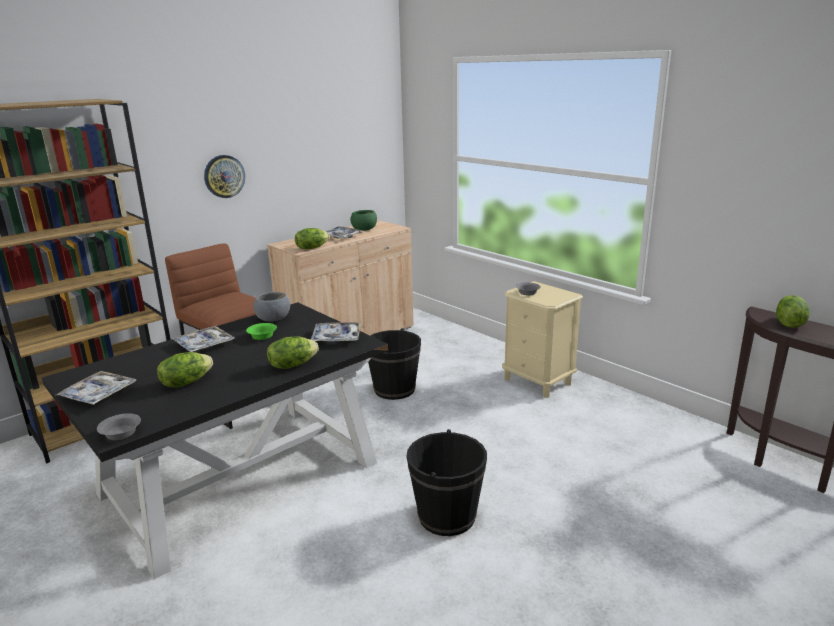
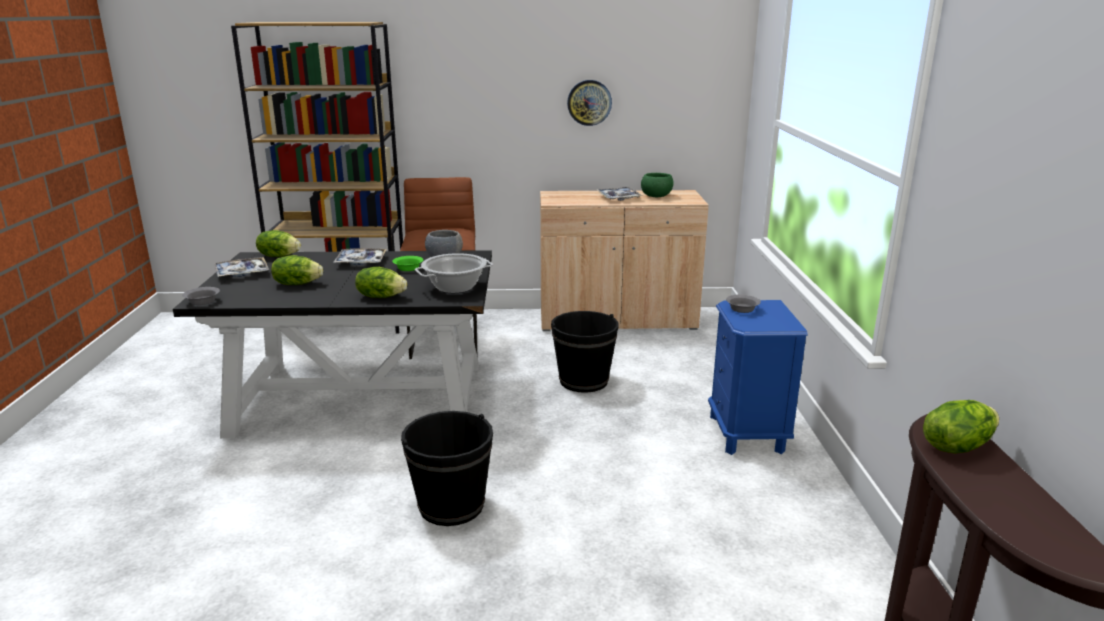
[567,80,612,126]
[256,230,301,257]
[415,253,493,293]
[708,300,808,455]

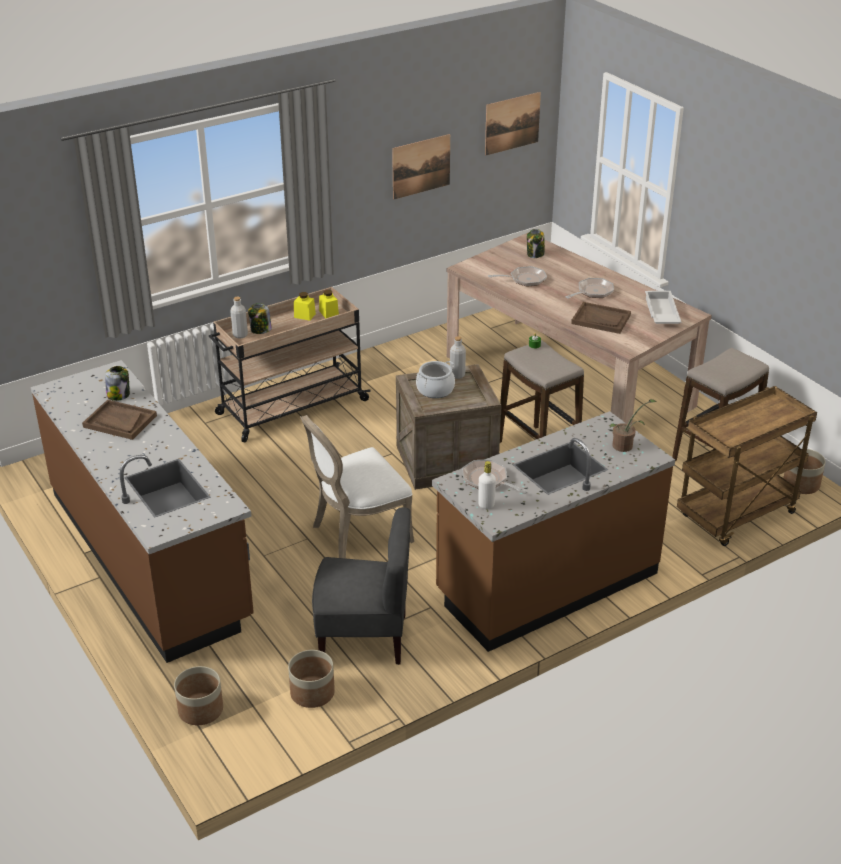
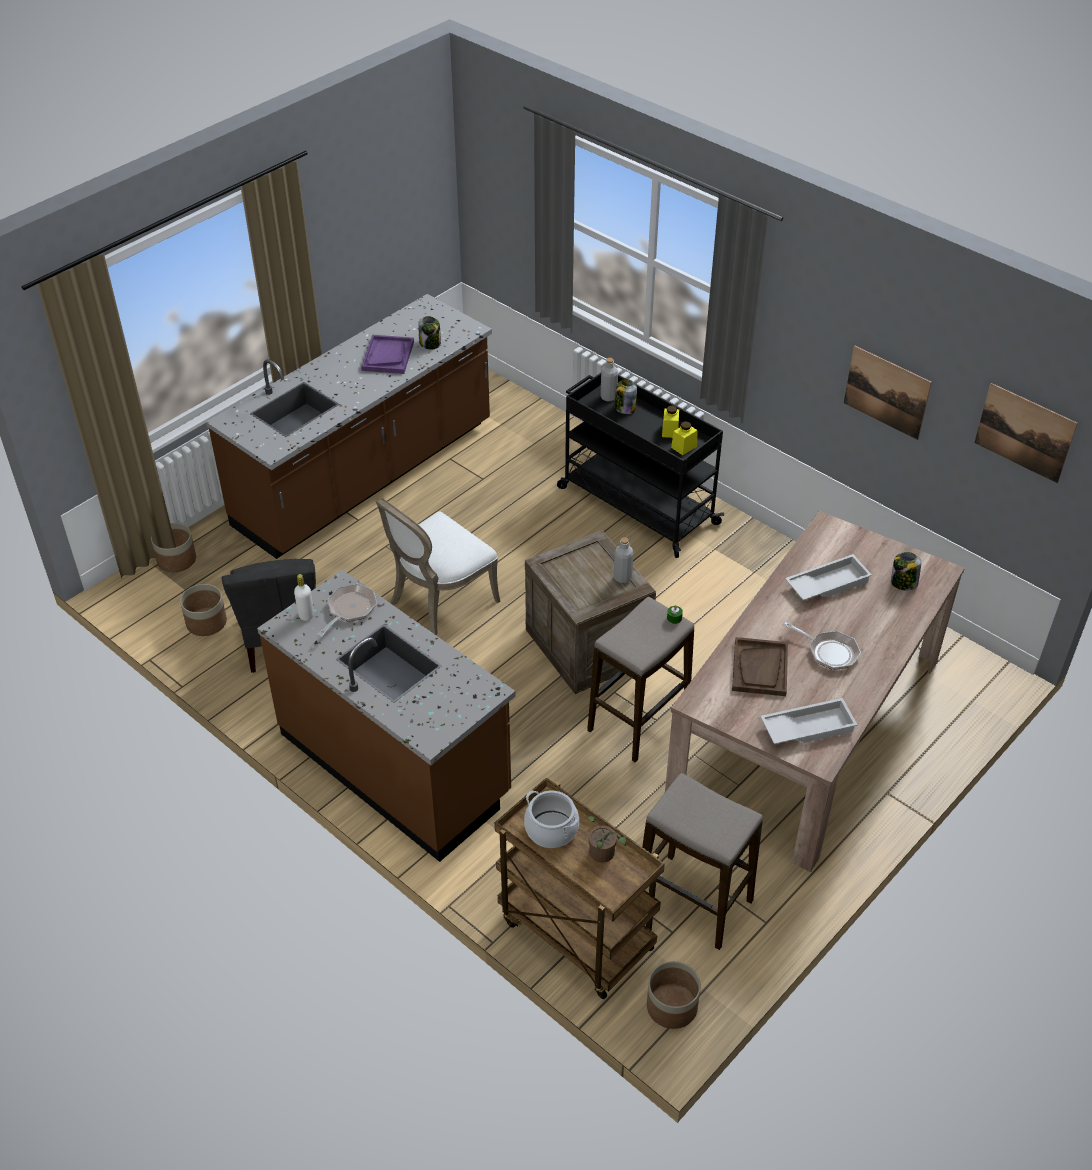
[361,335,414,374]
[557,373,724,558]
[376,498,500,635]
[524,790,579,848]
[785,554,872,601]
[587,816,626,863]

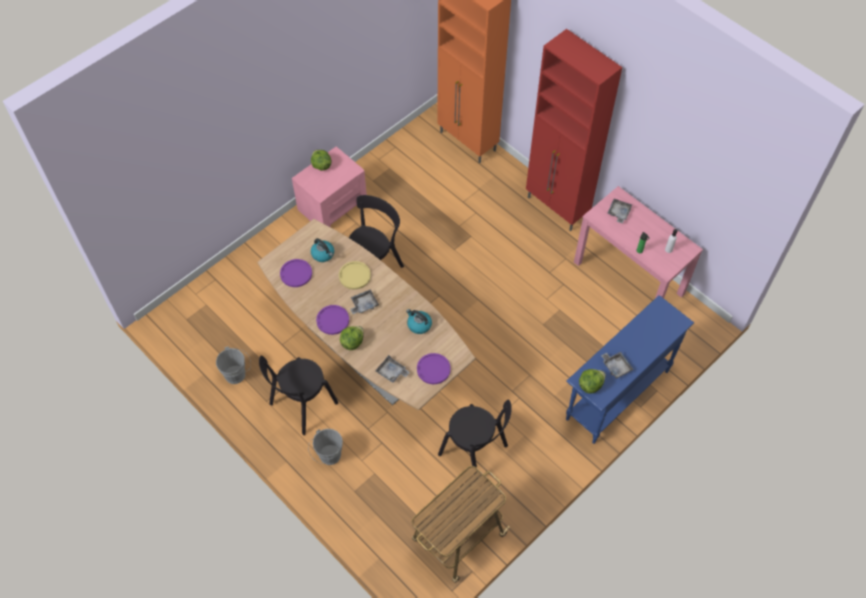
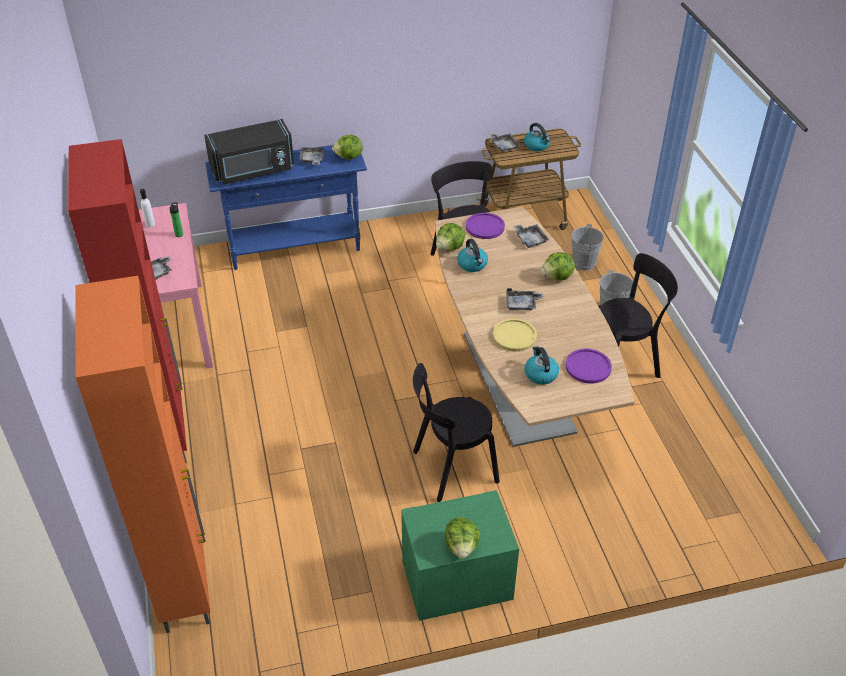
[565,224,604,271]
[401,490,519,621]
[316,305,349,335] (first image)
[204,119,294,184]
[436,223,465,251]
[490,133,521,153]
[524,123,550,151]

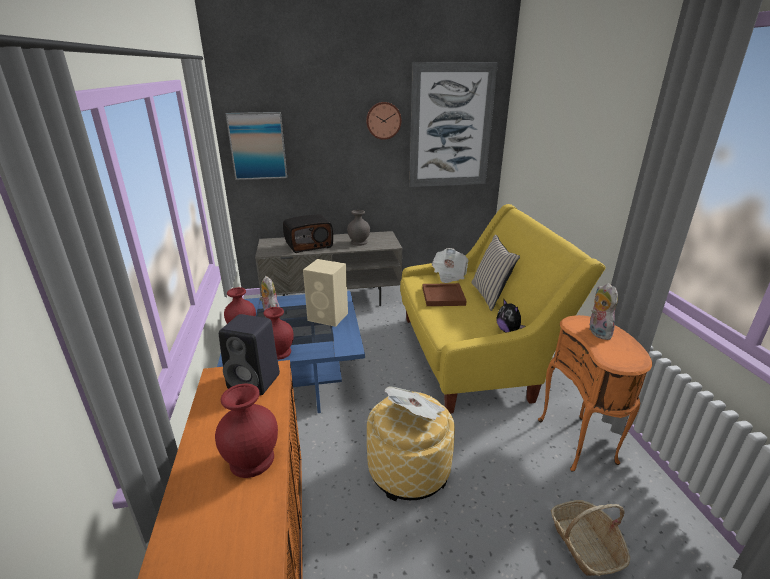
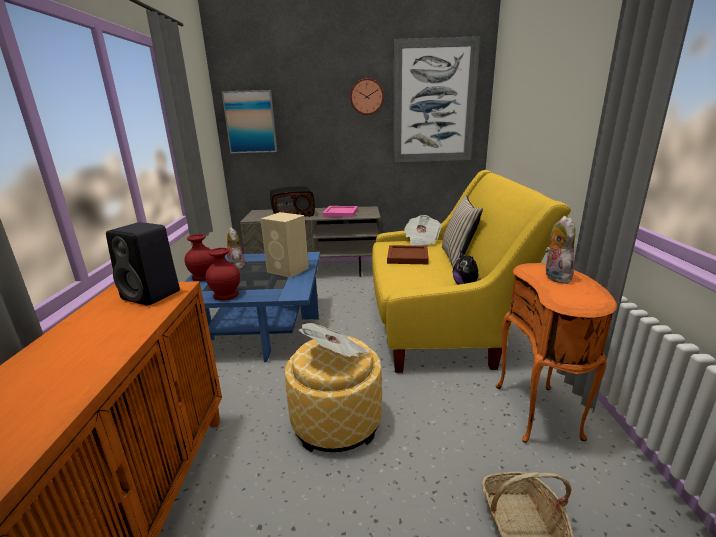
[215,383,278,478] (first image)
[322,206,358,218]

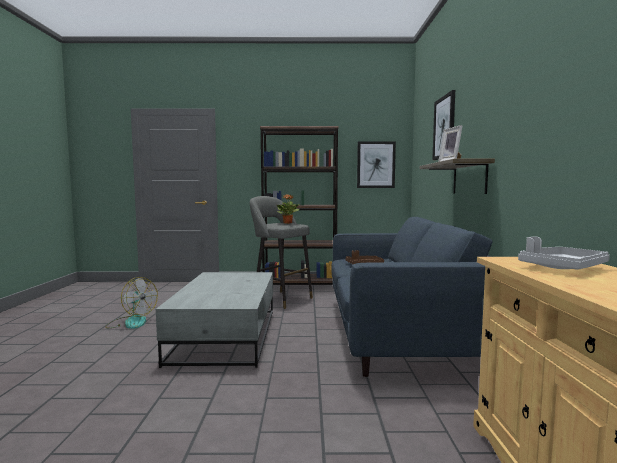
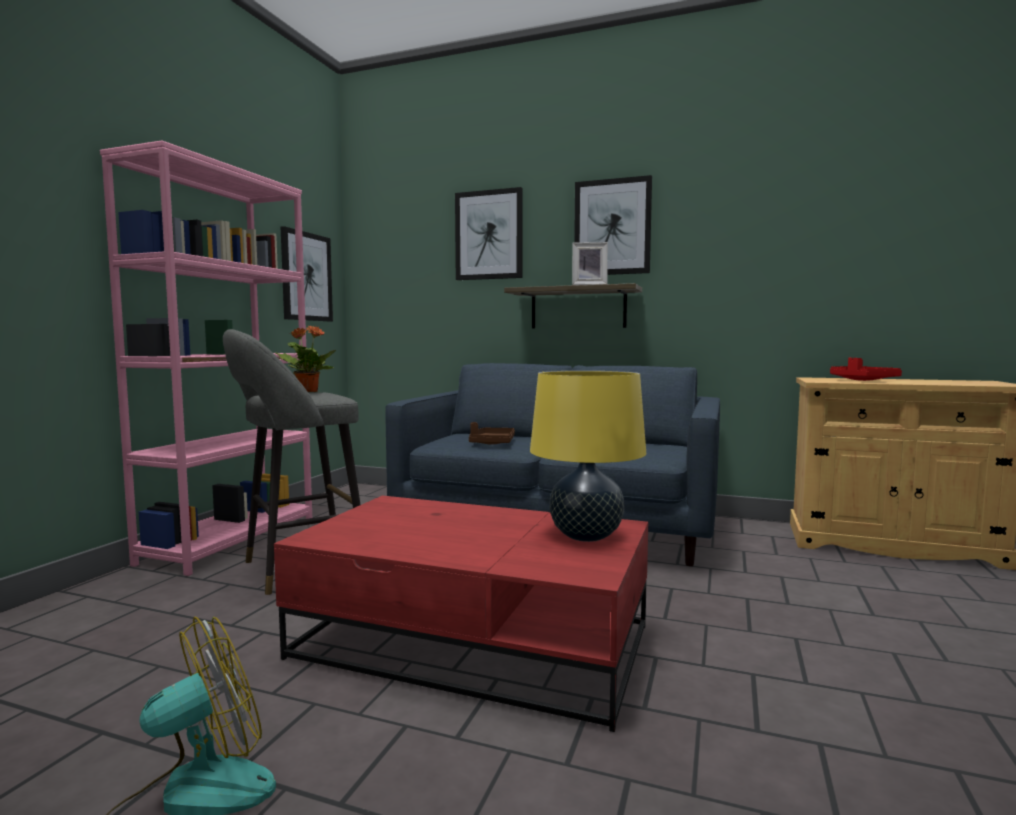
[274,496,648,732]
[100,140,312,576]
[830,358,902,381]
[530,371,646,542]
[574,175,652,275]

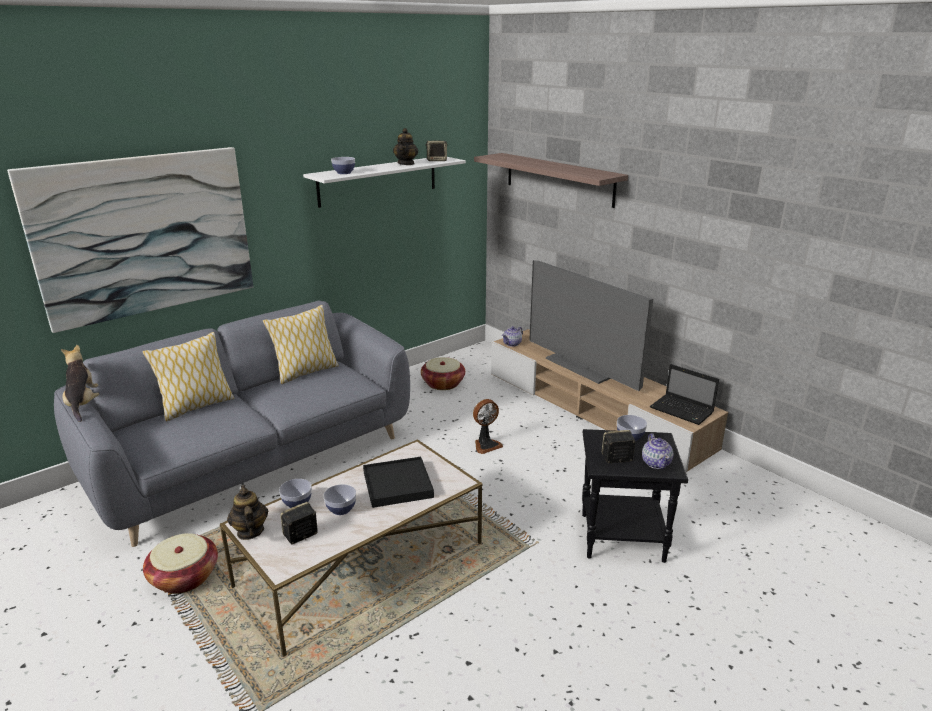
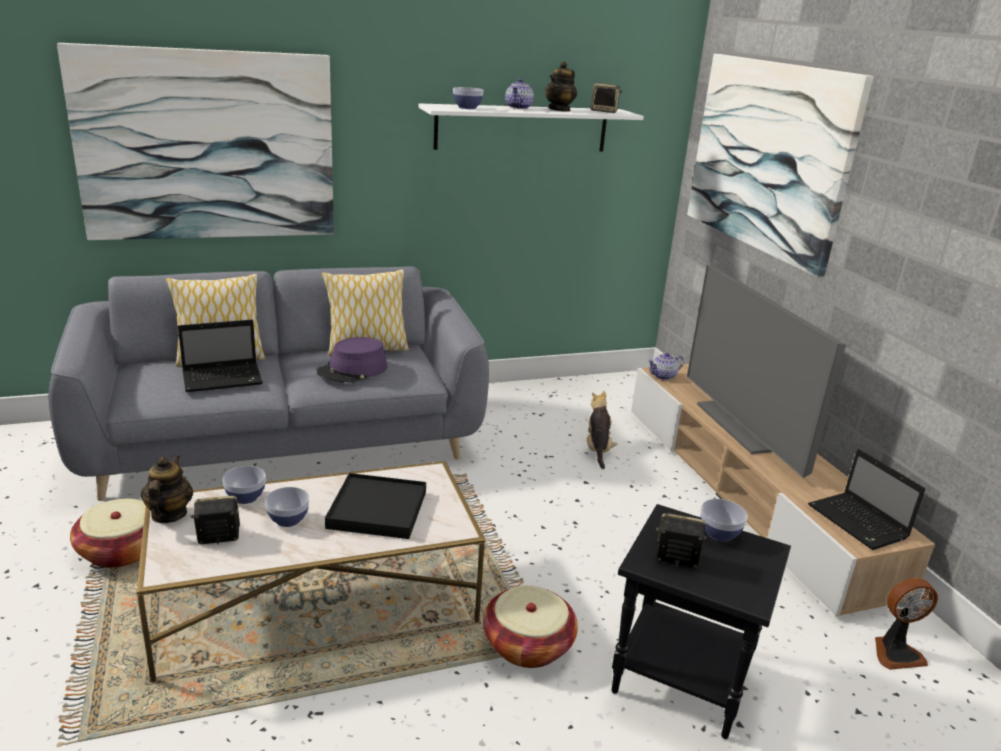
[587,391,617,469]
[483,585,578,668]
[875,578,938,670]
[687,54,873,278]
[505,79,534,109]
[178,320,263,392]
[316,337,388,383]

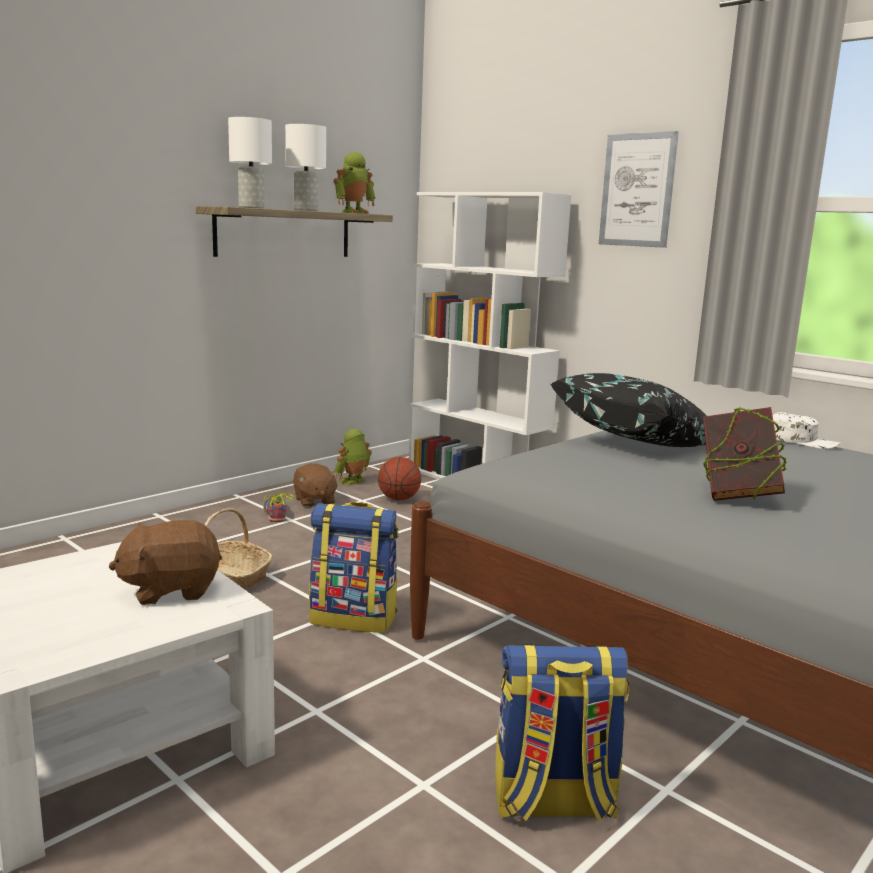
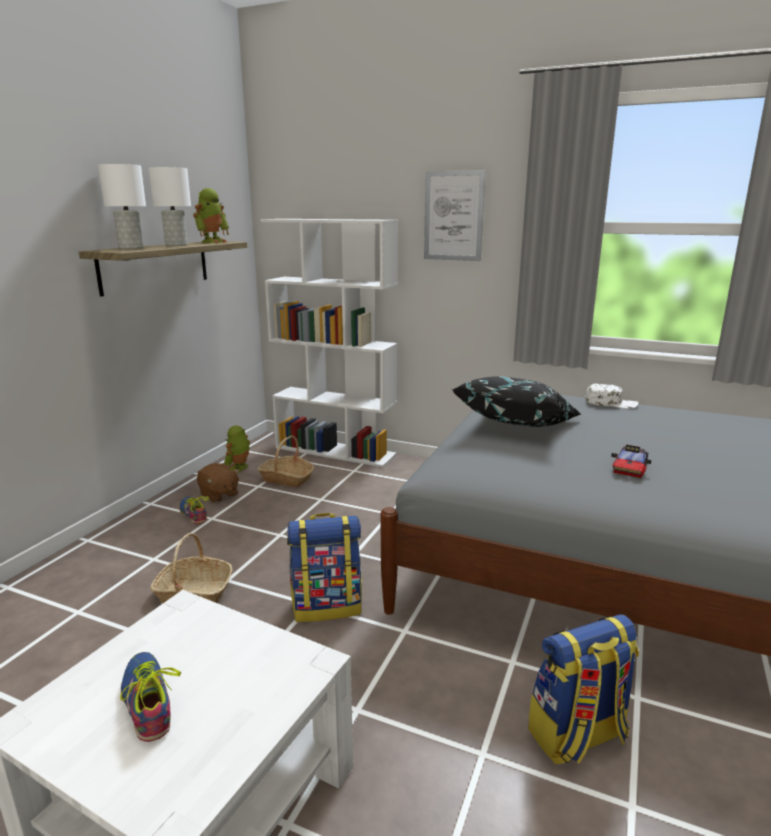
[108,520,222,605] (first image)
[257,436,314,487]
[611,445,651,478]
[120,652,181,742]

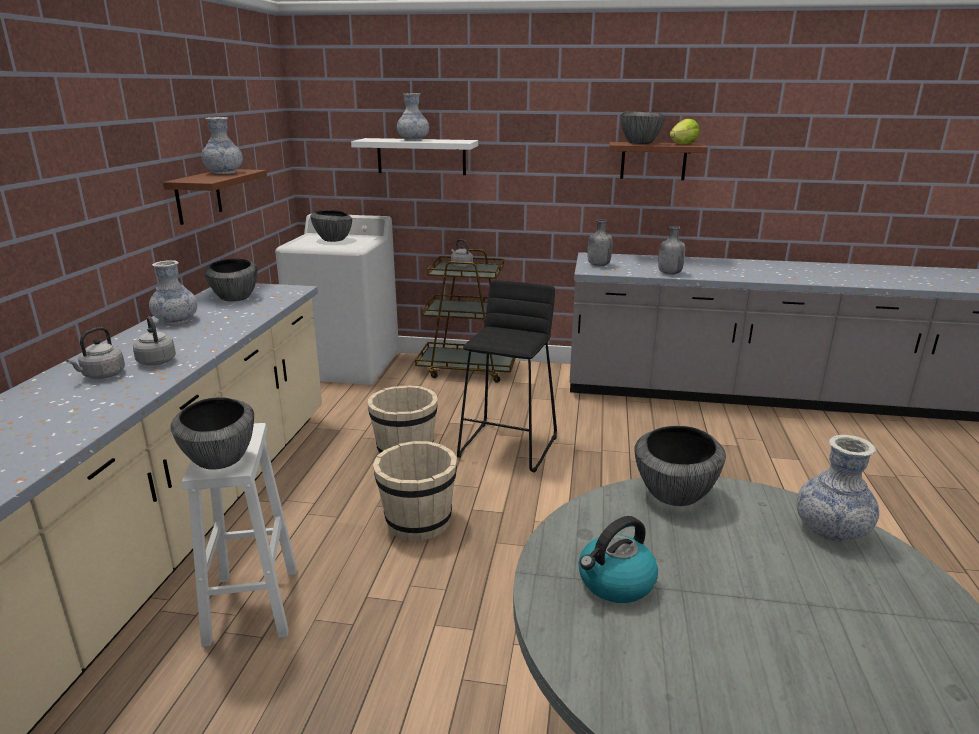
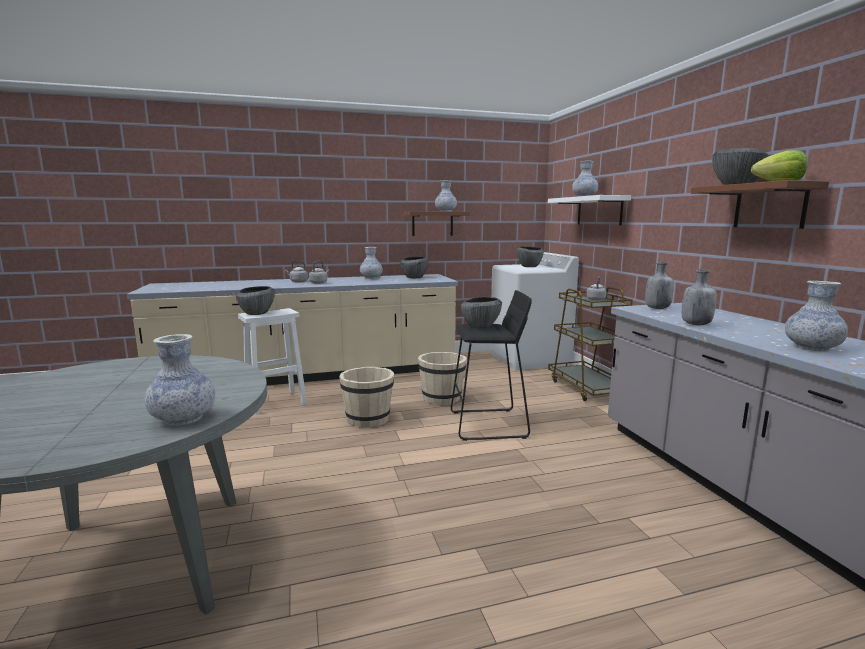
[578,516,658,603] (first image)
[461,297,502,328]
[785,281,848,351]

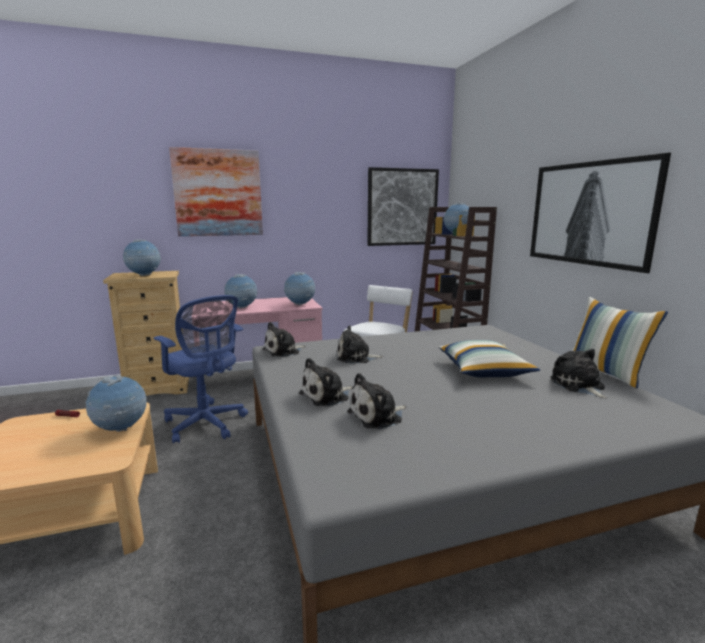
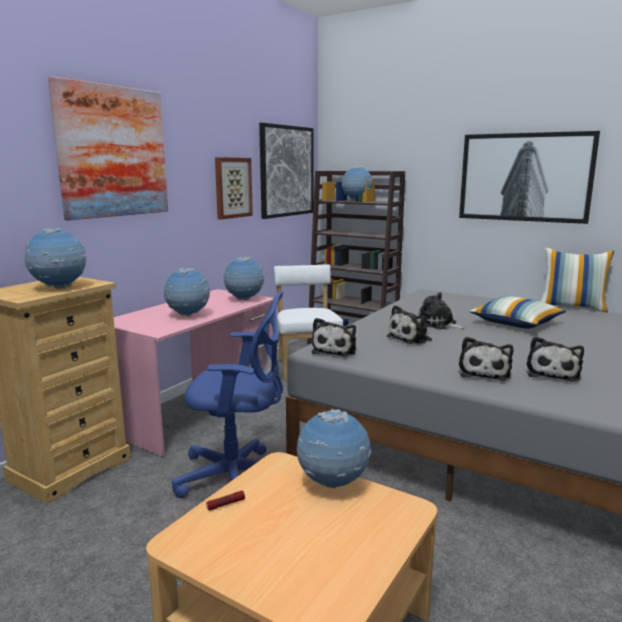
[418,292,466,329]
[215,157,253,219]

